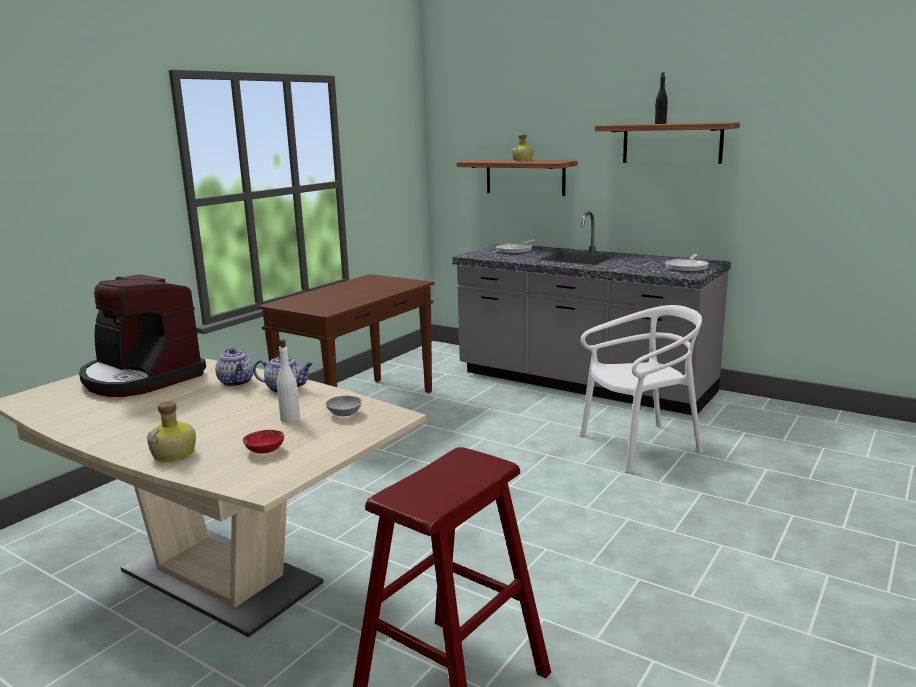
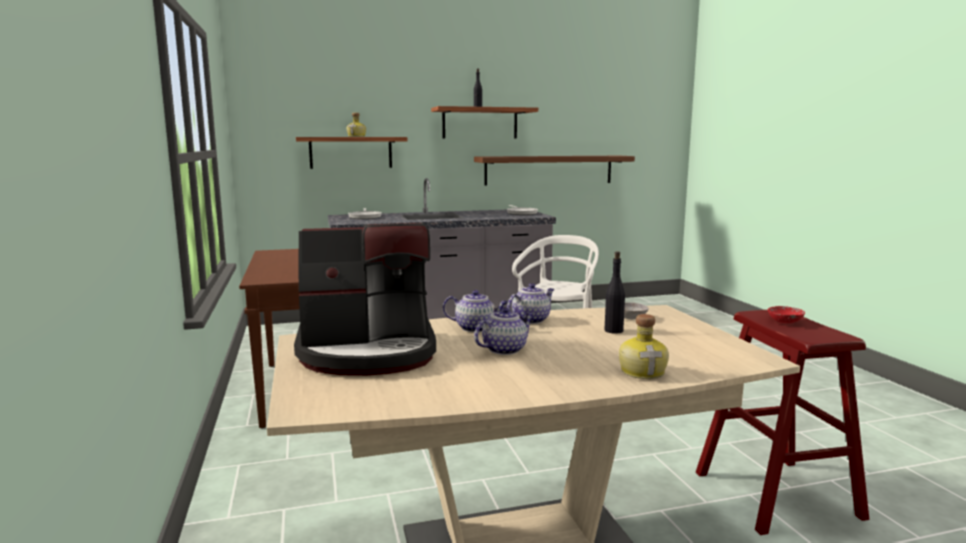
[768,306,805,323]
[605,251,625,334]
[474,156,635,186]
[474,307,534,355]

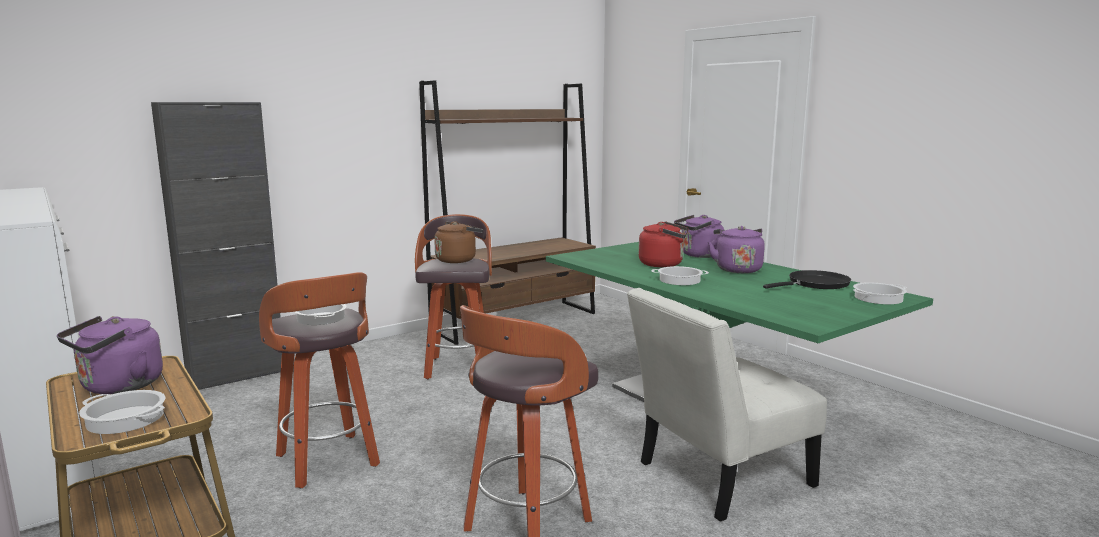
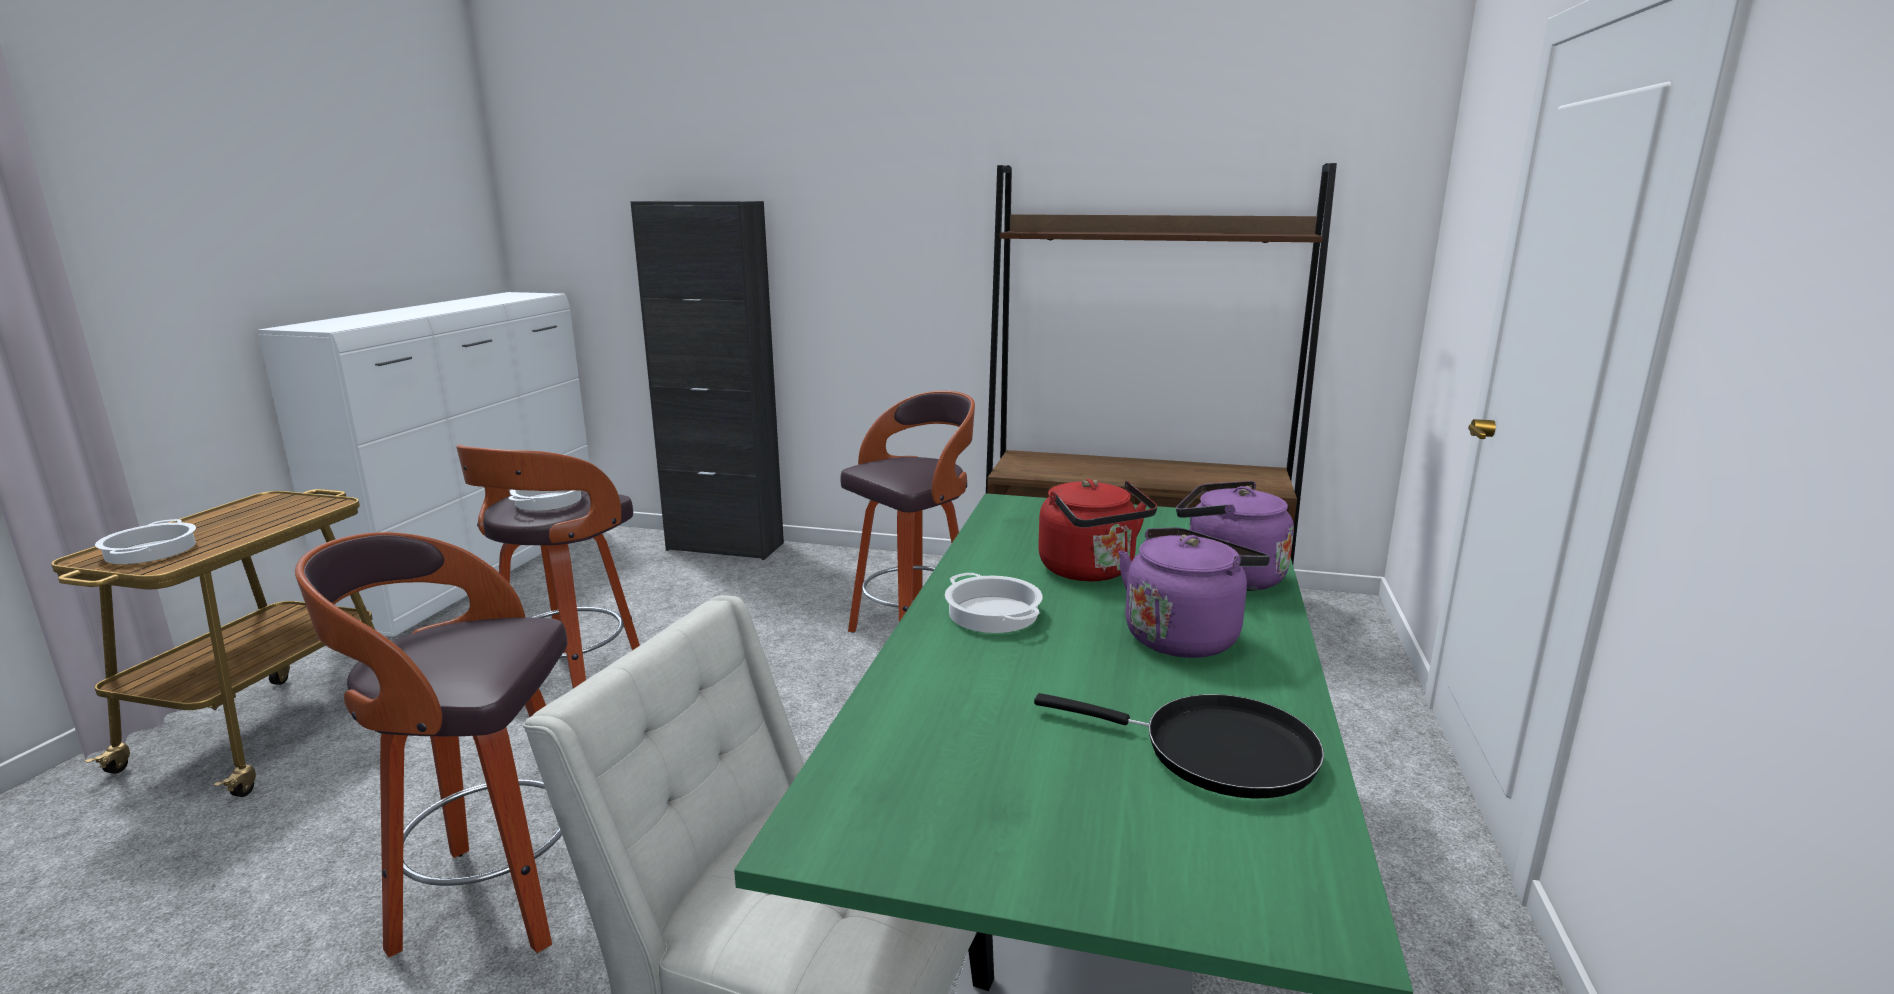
[57,316,163,394] (first image)
[434,221,483,263] (first image)
[853,282,907,304] (first image)

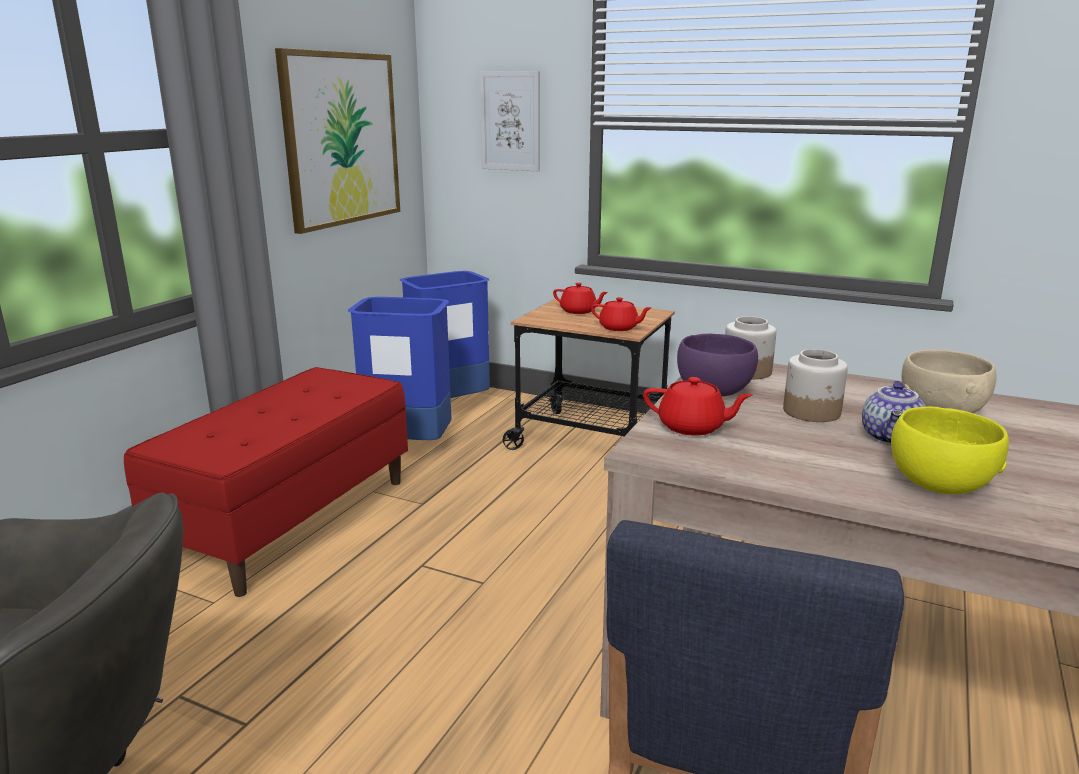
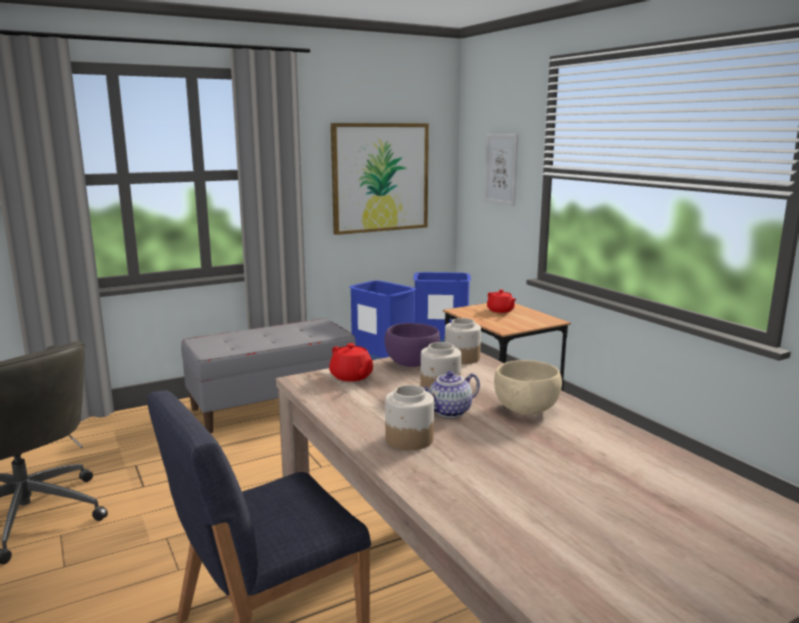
[181,318,356,433]
[591,297,651,331] (first image)
[385,385,434,450]

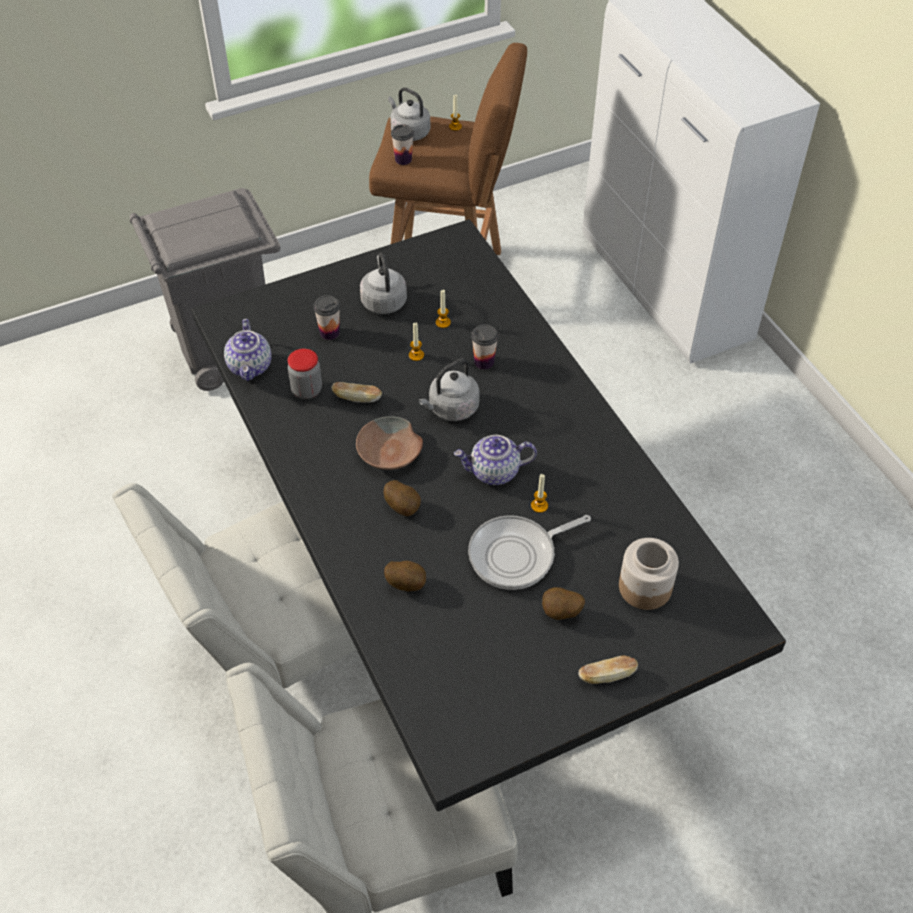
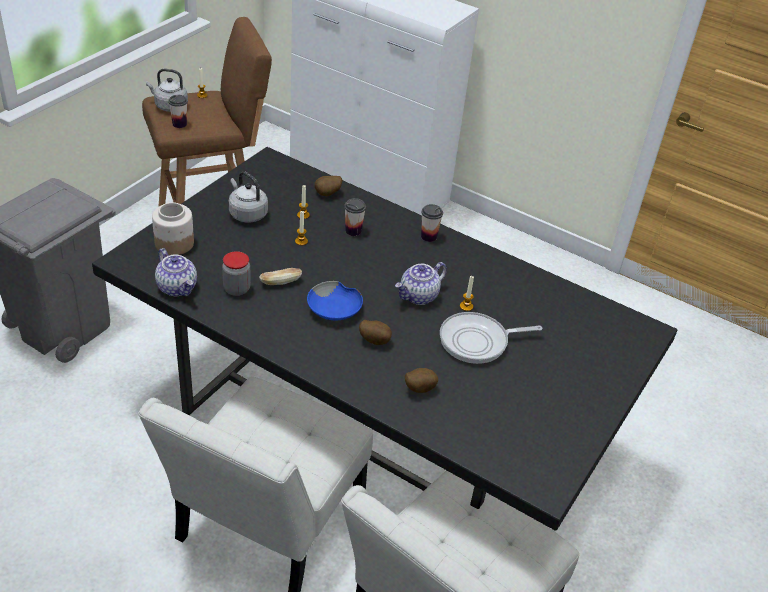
[421,204,443,242]
[307,281,363,320]
[418,359,480,421] (first image)
[440,312,542,364]
[315,176,342,196]
[578,655,638,684] (first image)
[152,202,194,255]

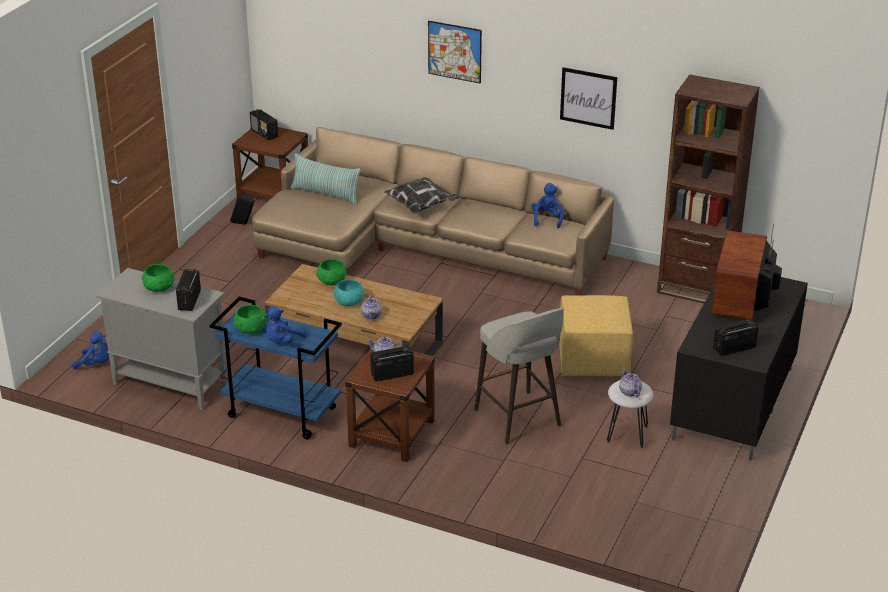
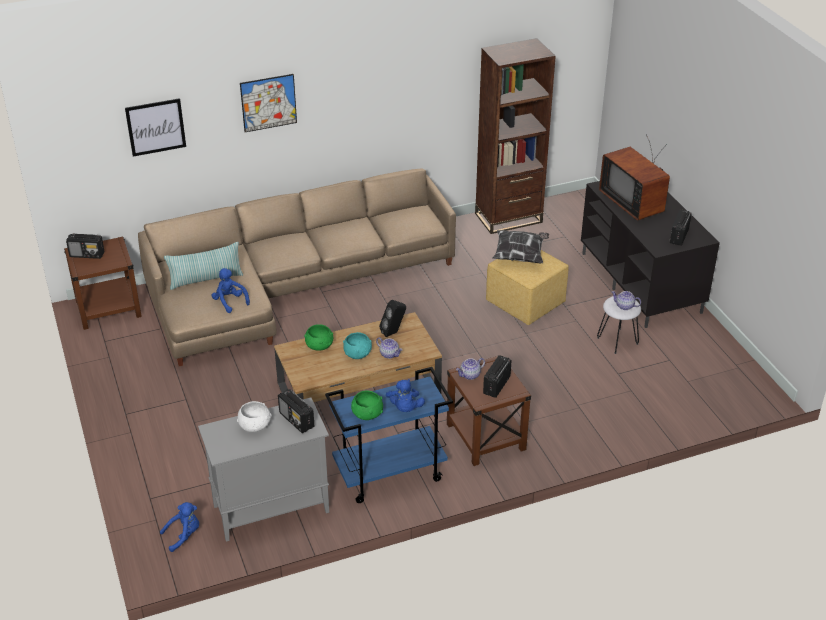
[237,401,272,432]
[379,300,406,337]
[492,230,549,264]
[474,308,564,444] (first image)
[212,268,250,313]
[125,98,186,157]

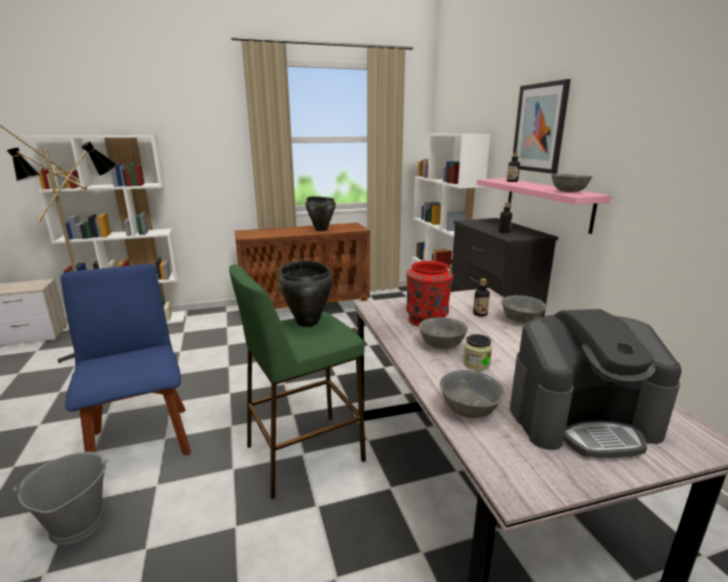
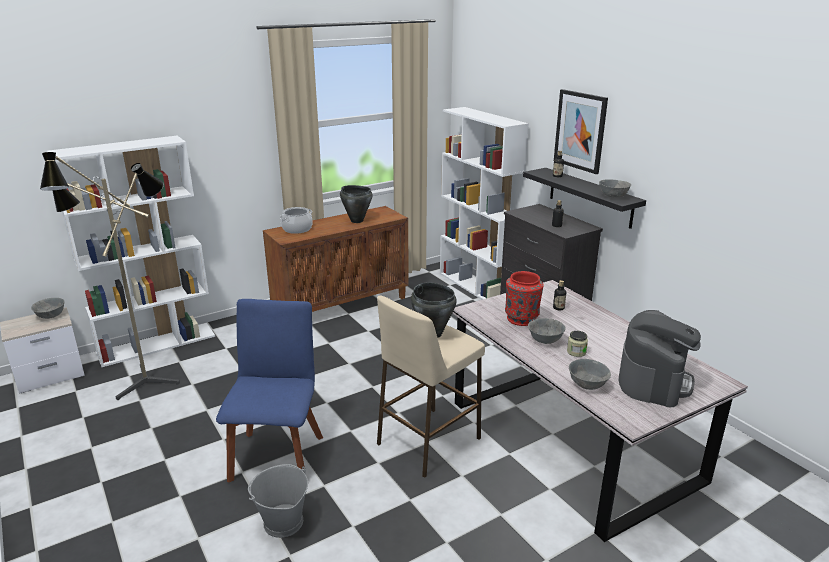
[216,299,323,482]
[377,296,485,478]
[523,168,646,229]
[31,298,64,319]
[619,310,701,407]
[280,207,313,234]

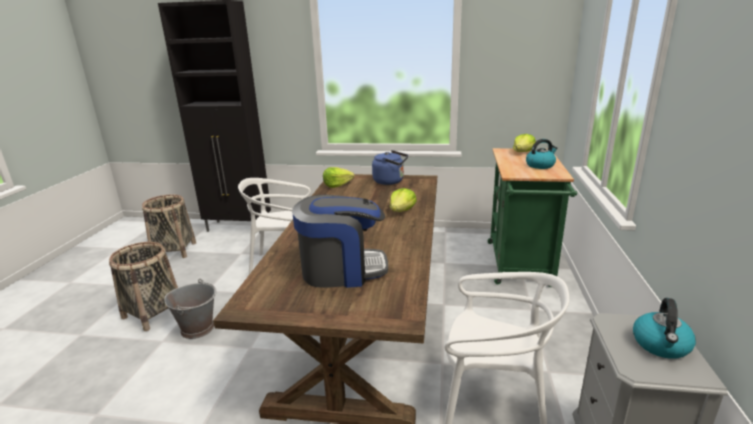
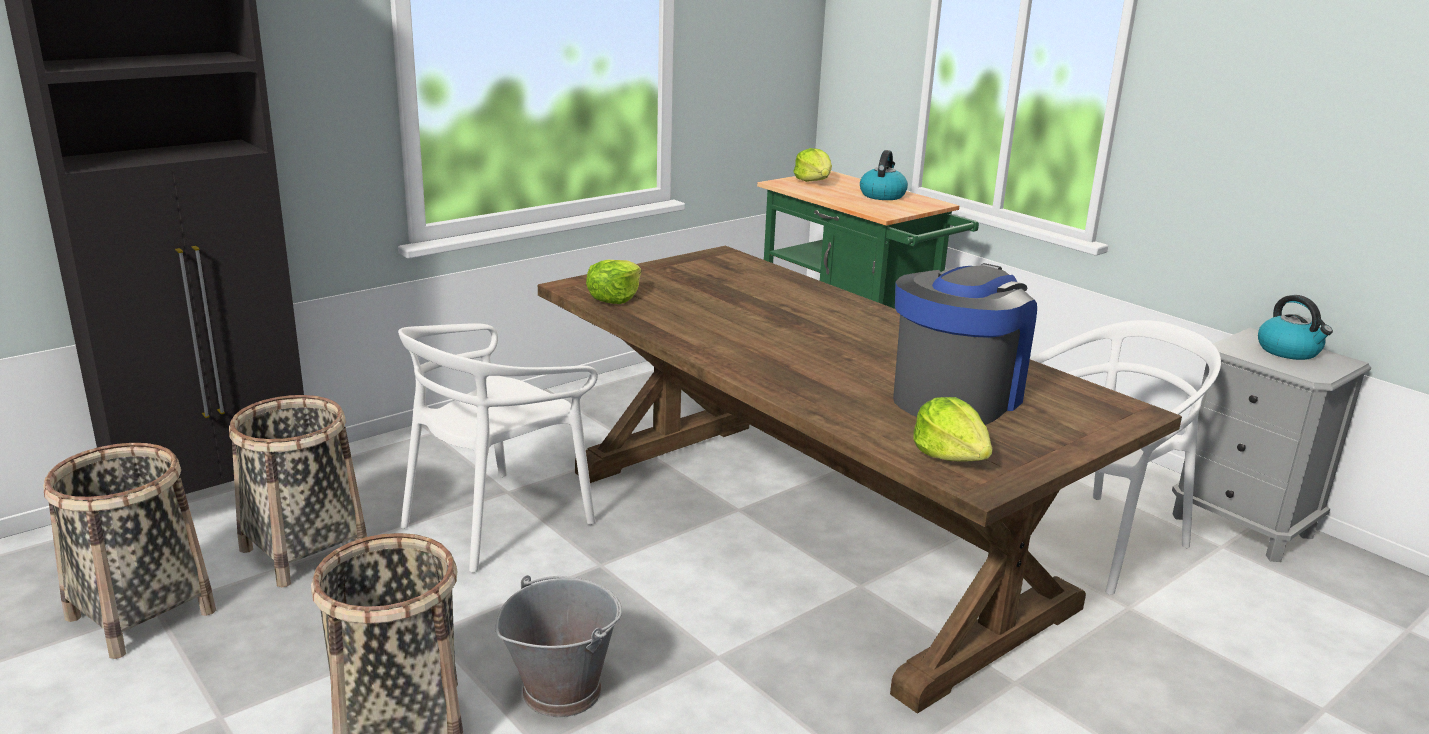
[372,150,408,185] (first image)
[913,397,992,461]
[229,395,367,587]

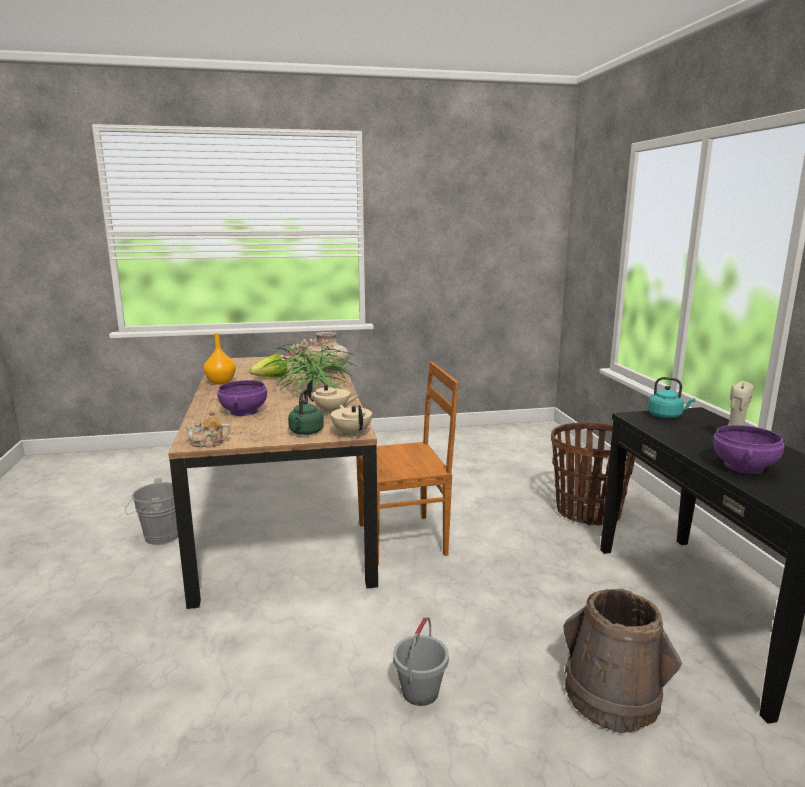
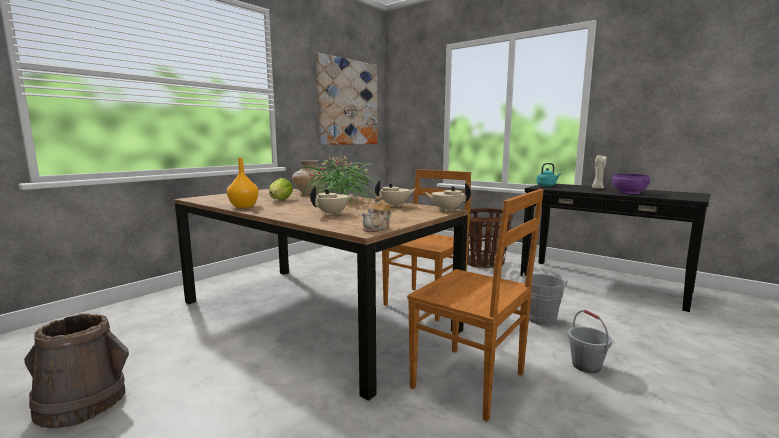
[522,273,568,326]
[310,186,353,216]
[288,389,324,435] (first image)
[24,313,129,429]
[316,53,377,145]
[407,189,544,422]

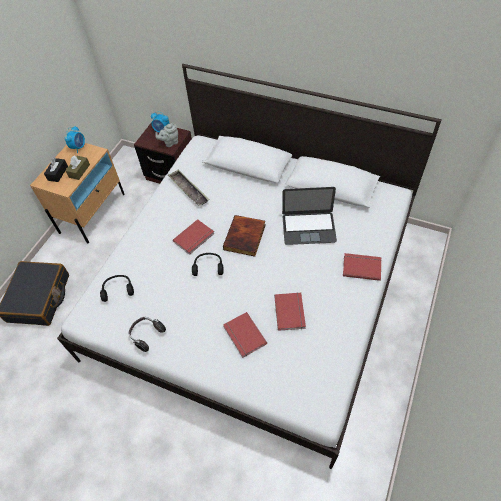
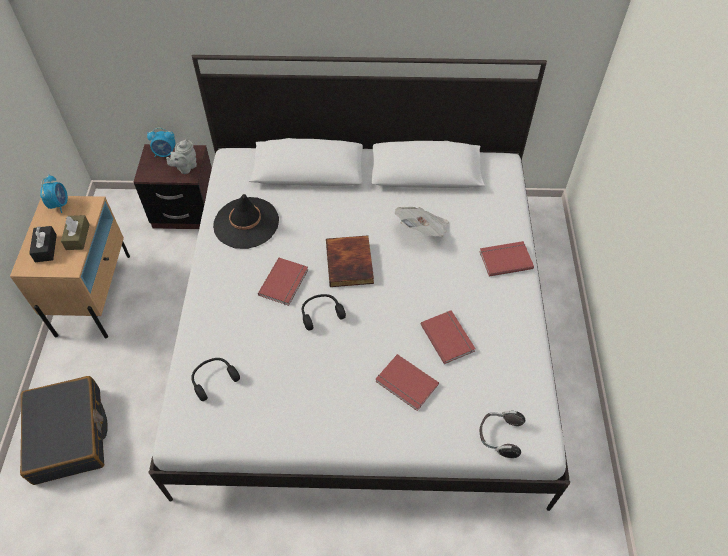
[480,411,525,458]
[213,194,279,249]
[395,207,449,237]

